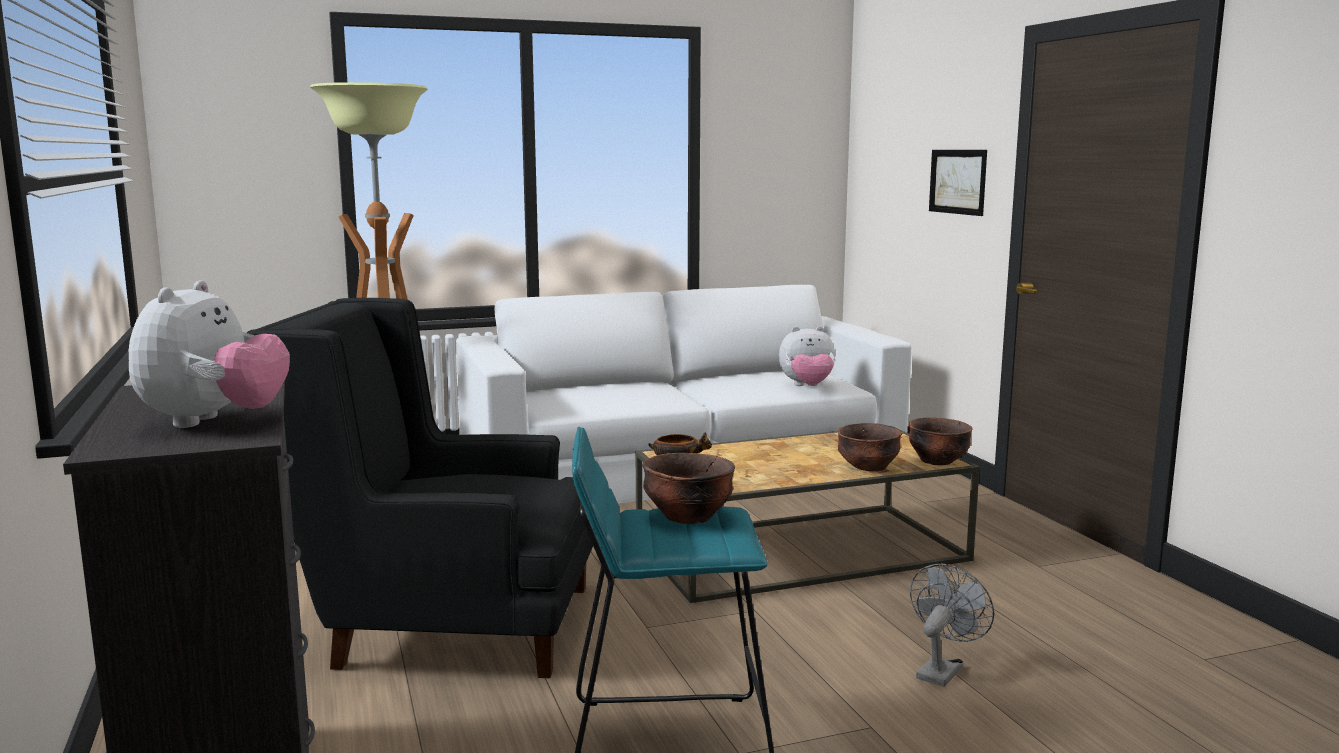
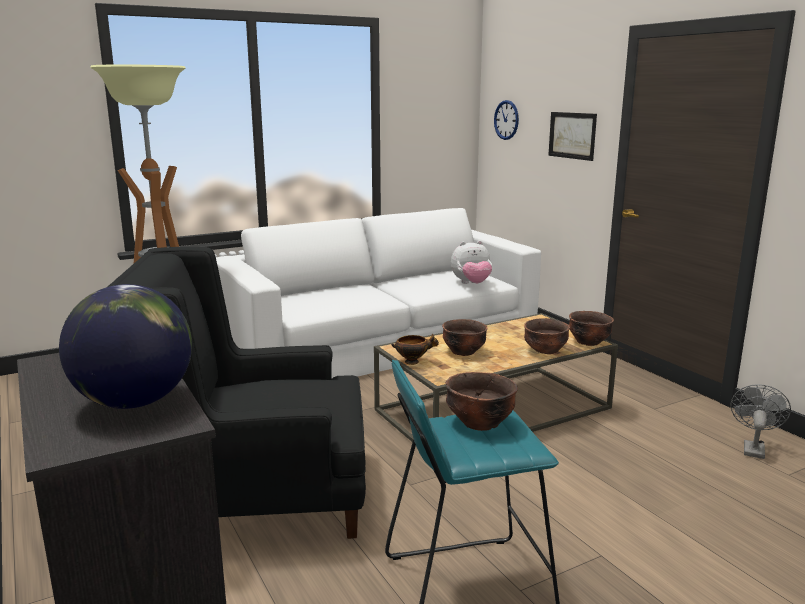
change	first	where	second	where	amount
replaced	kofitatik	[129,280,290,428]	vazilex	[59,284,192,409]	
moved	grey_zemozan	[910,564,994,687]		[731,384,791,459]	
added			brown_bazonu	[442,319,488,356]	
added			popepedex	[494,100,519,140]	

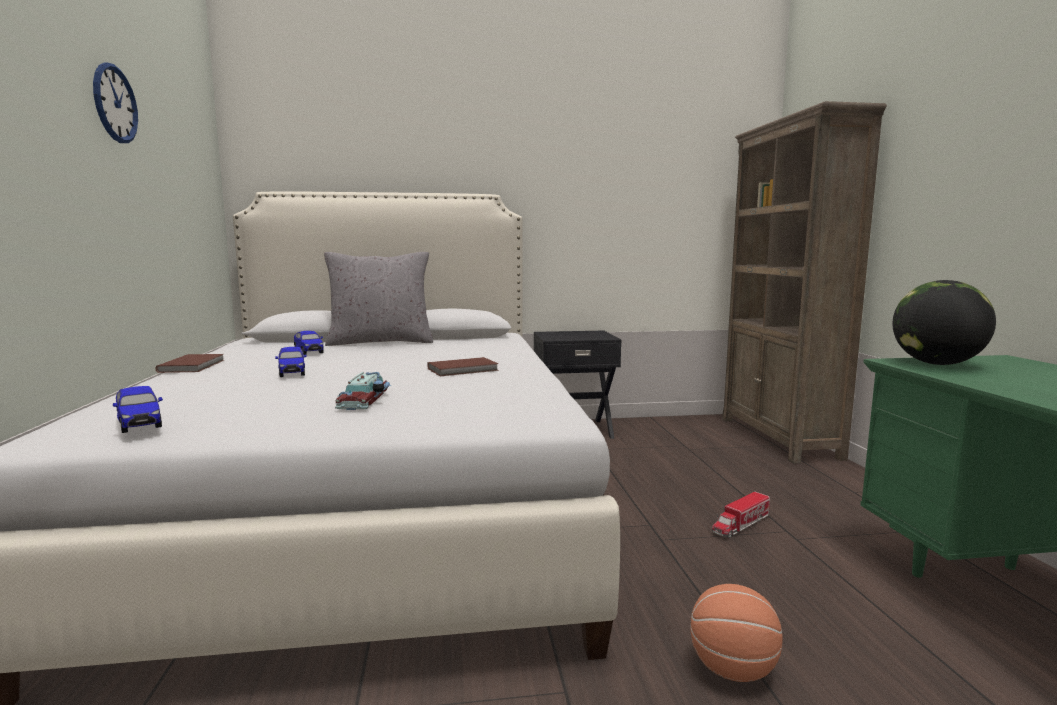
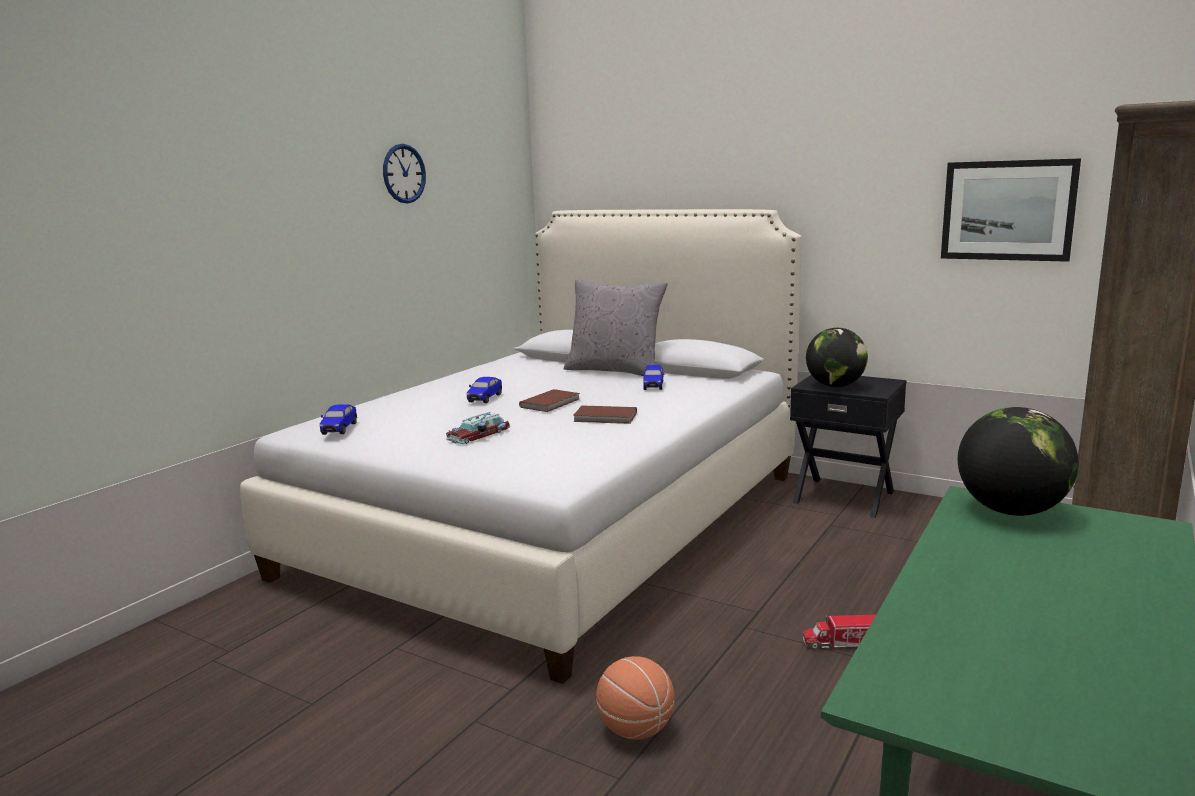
change	first	where	second	where	amount
moved	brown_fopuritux	[156,354,224,373]		[519,389,580,412]	
moved	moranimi	[294,331,324,355]		[641,365,664,390]	
added			vazilex	[806,328,868,387]	
added			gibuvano	[941,158,1081,262]	

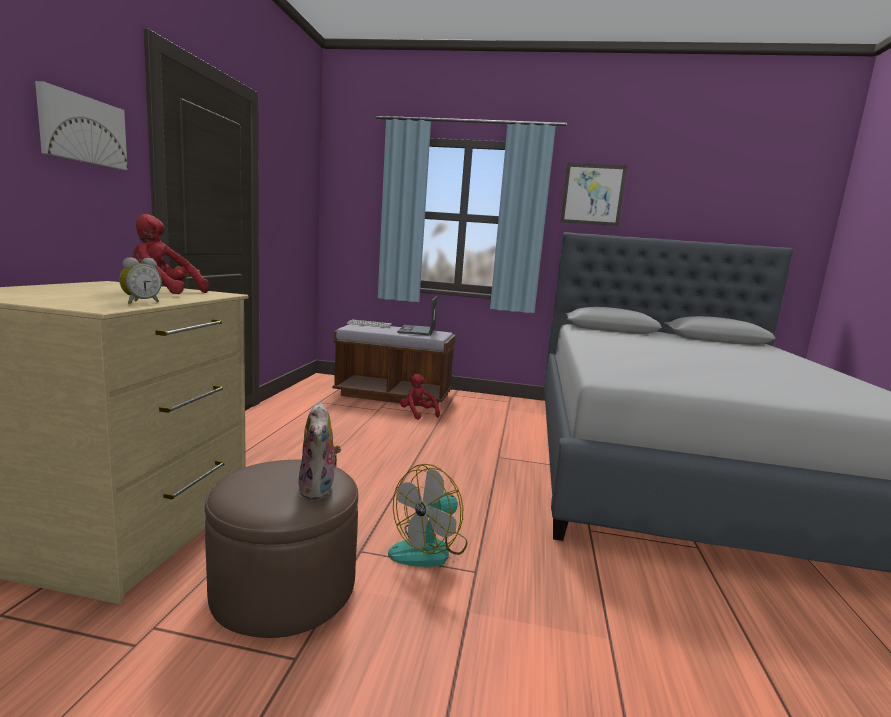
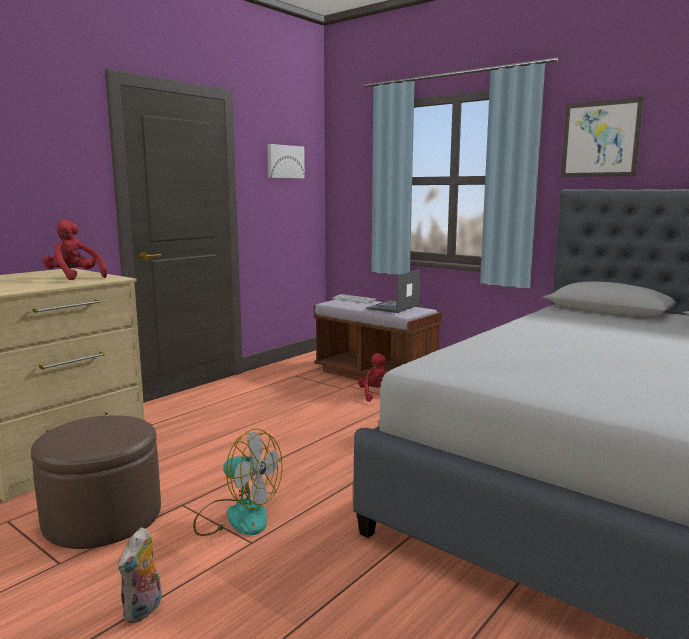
change	first	where	second	where	amount
moved	gibuvano	[35,81,128,170]		[267,144,305,178]	
removed	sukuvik	[119,257,162,304]			
moved	kofitatik	[298,401,341,500]		[118,527,162,623]	
turned	zemozan	[388,464,468,567]		[193,429,282,536]	135 degrees counterclockwise

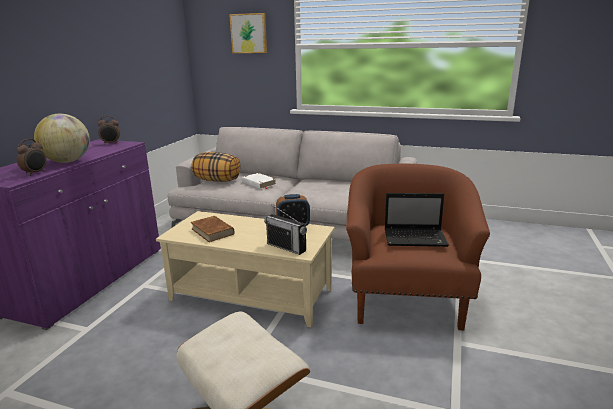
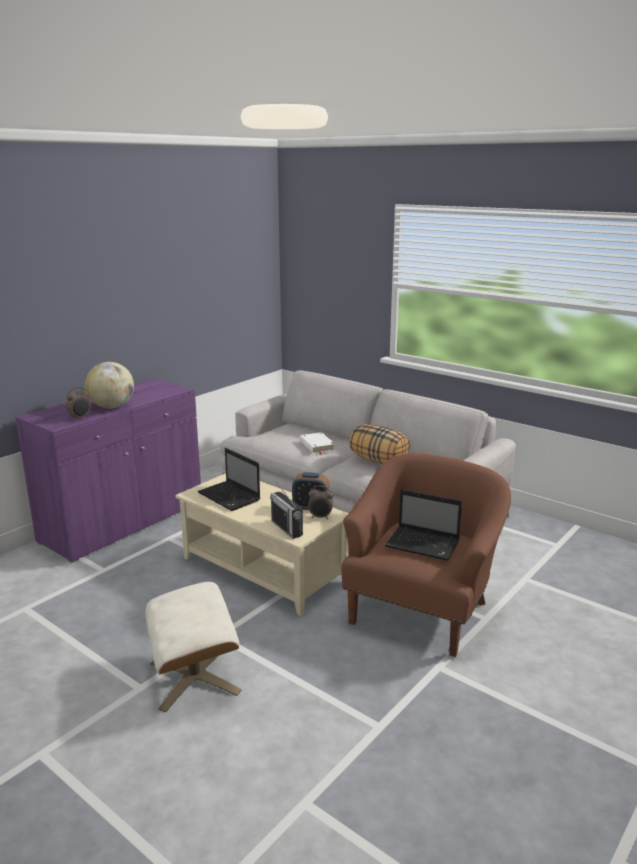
change	first	where	second	where	amount
moved	sukuvik	[98,116,120,144]		[308,486,333,519]	
replaced	brown_fopuritux	[191,216,234,242]	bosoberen	[197,448,260,511]	
moved	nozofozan	[192,152,240,182]		[349,424,410,464]	
removed	gibuvano	[229,13,267,53]			

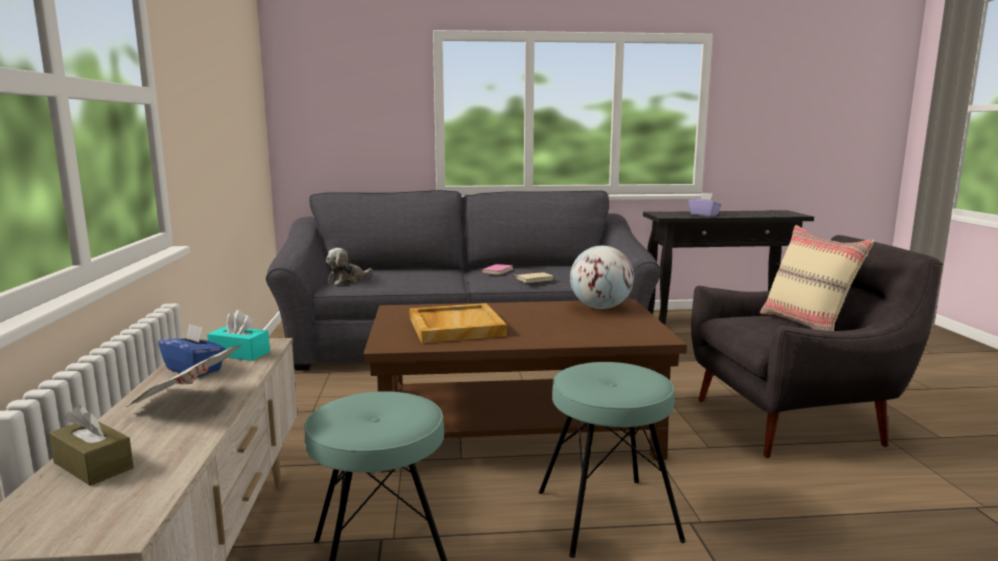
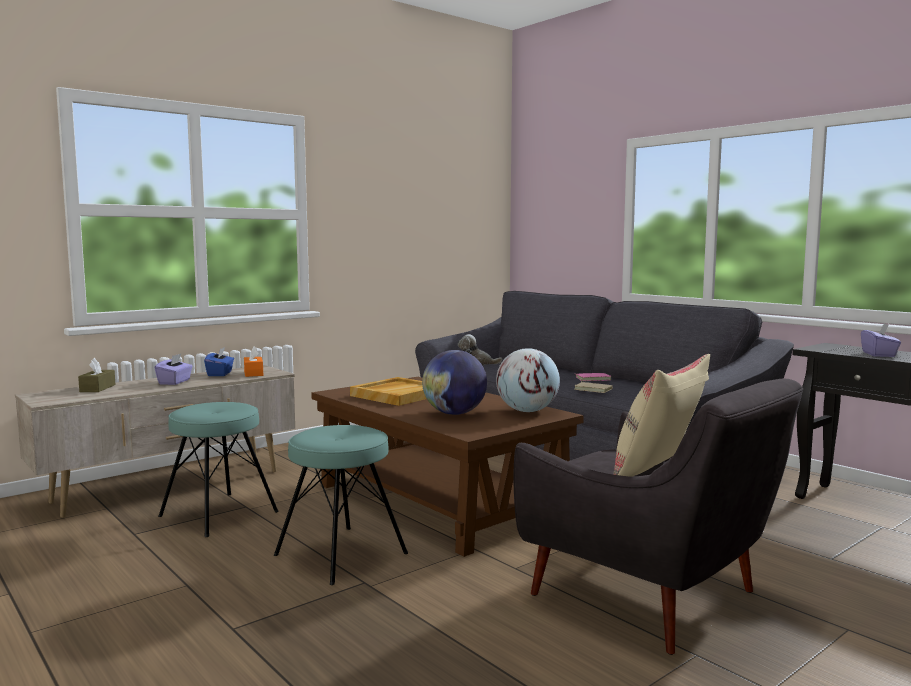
change	first	where	second	where	amount
replaced	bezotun	[126,345,242,407]	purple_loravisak	[155,353,193,385]	
recoloured	turquoise_loravisak	[207,310,270,361]	orange_loravisak	[244,346,263,377]	
added			vazilex	[422,350,487,415]	

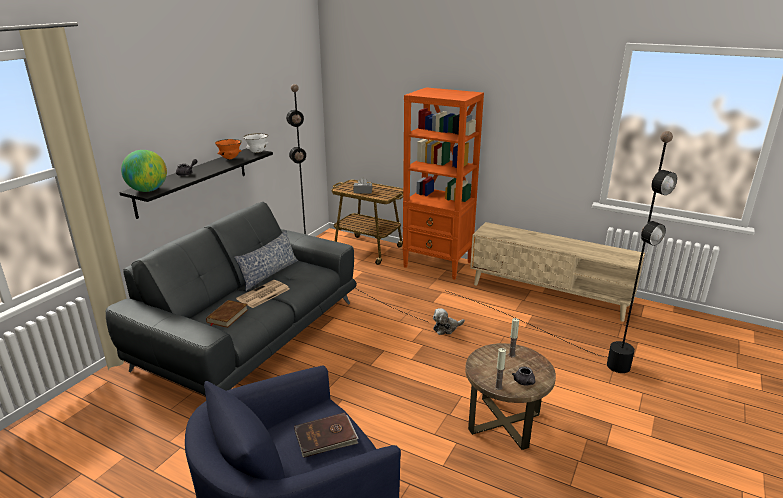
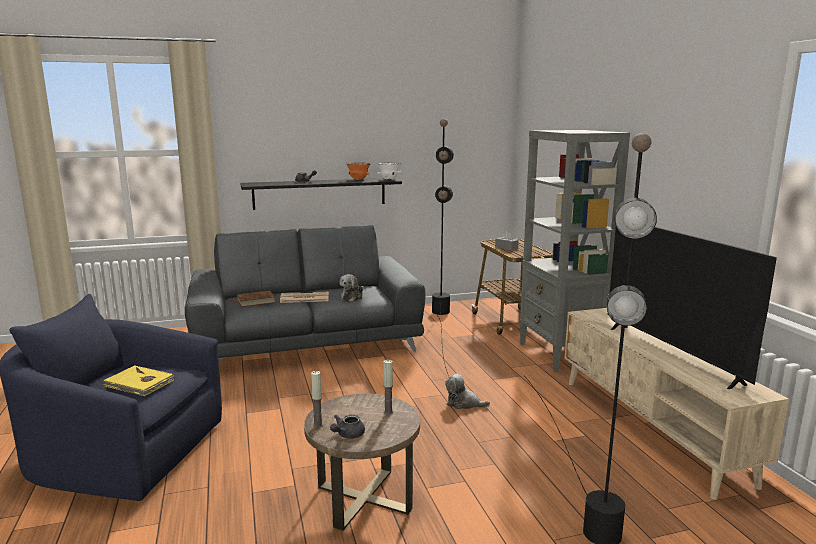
change	first	where	second	where	amount
removed	vazilex	[121,150,167,192]			
removed	nozofozan	[234,230,298,291]			
recoloured	brown_fopuritux	[294,413,359,458]	yellow_fopuritux	[103,365,174,396]	
recoloured	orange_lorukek	[402,87,484,280]	grey_lorukek	[519,130,630,372]	
added			kofitatik	[340,274,364,302]	
added			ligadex	[610,227,777,389]	

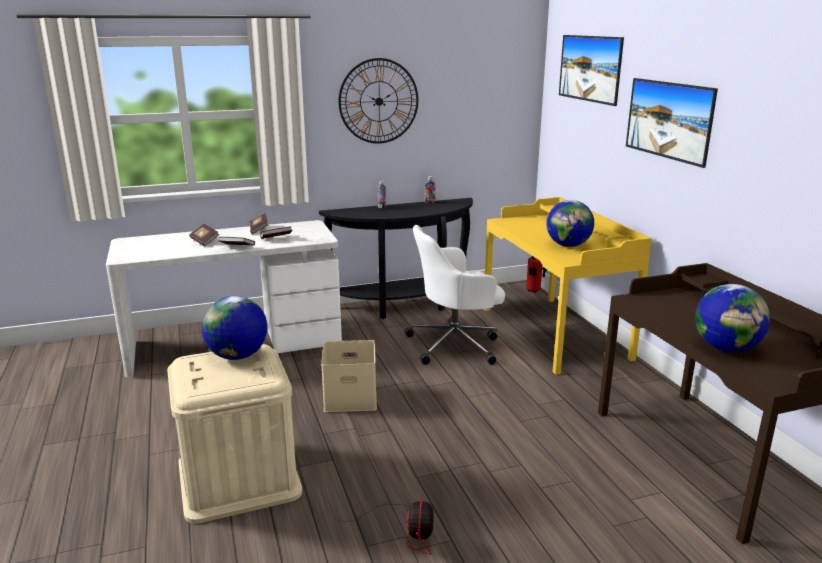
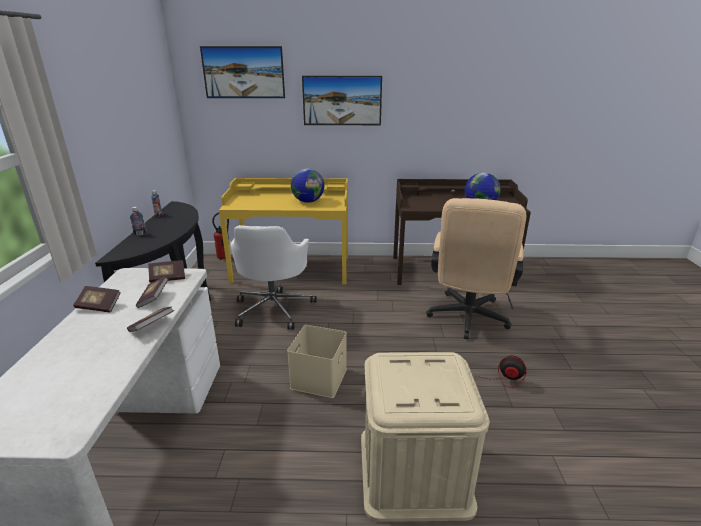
change	first	where	second	where	amount
moved	fopuritux	[189,224,219,246]		[148,260,185,283]	
removed	vazilex	[202,296,268,360]			
removed	popepedex	[338,58,419,144]			
added			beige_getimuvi	[426,198,526,340]	

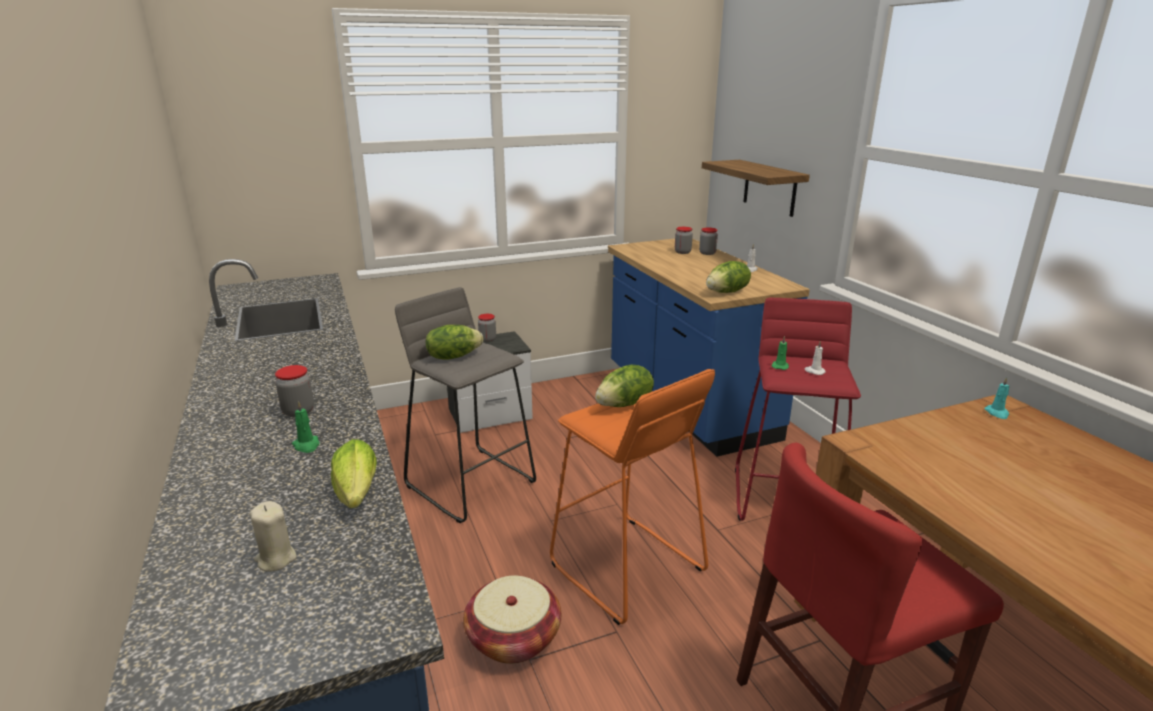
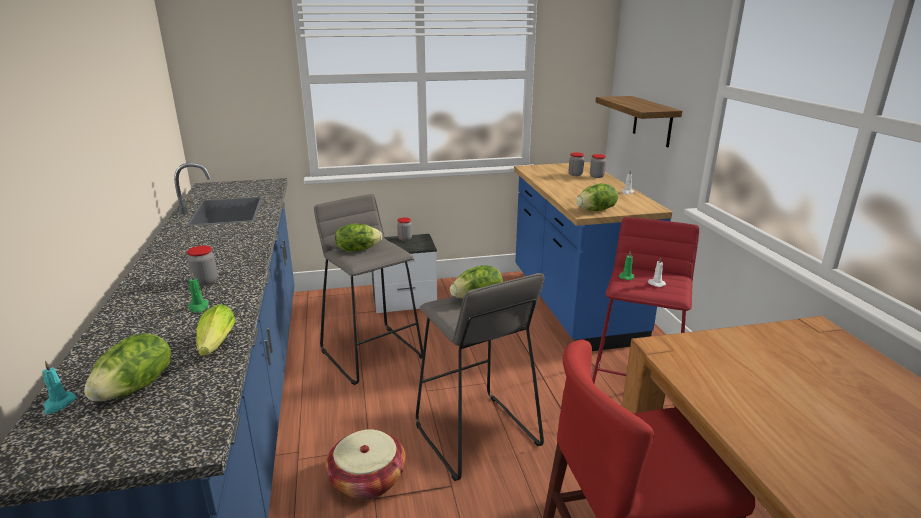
change	first	where	second	where	amount
replaced	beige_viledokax	[250,501,297,572]	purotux	[84,333,171,401]	
recoloured	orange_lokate	[550,369,715,625]	grey_lokate	[416,273,544,481]	
moved	turquoise_viledokax	[984,377,1009,419]		[43,361,76,414]	

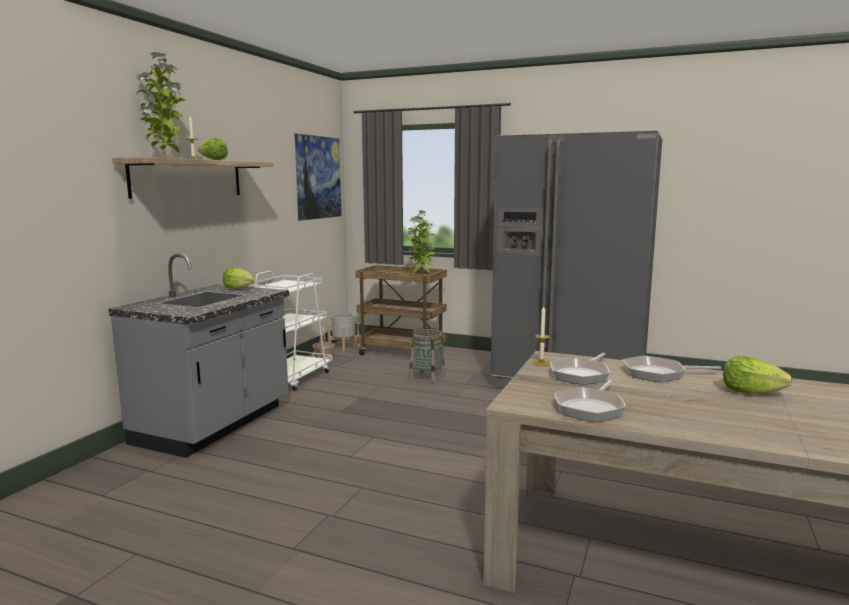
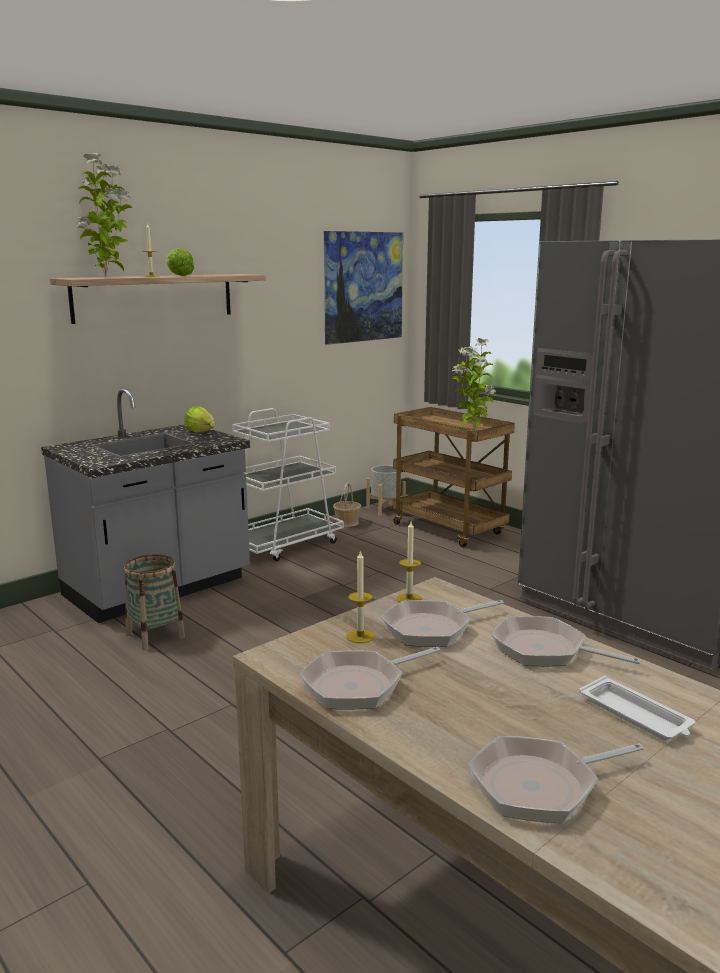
change	first	where	second	where	amount
moved	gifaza	[410,328,445,384]		[124,554,185,650]	
replaced	purotux	[723,356,792,394]	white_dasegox	[579,676,695,740]	
added			viledokax	[346,550,374,643]	
added			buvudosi	[468,736,644,823]	

